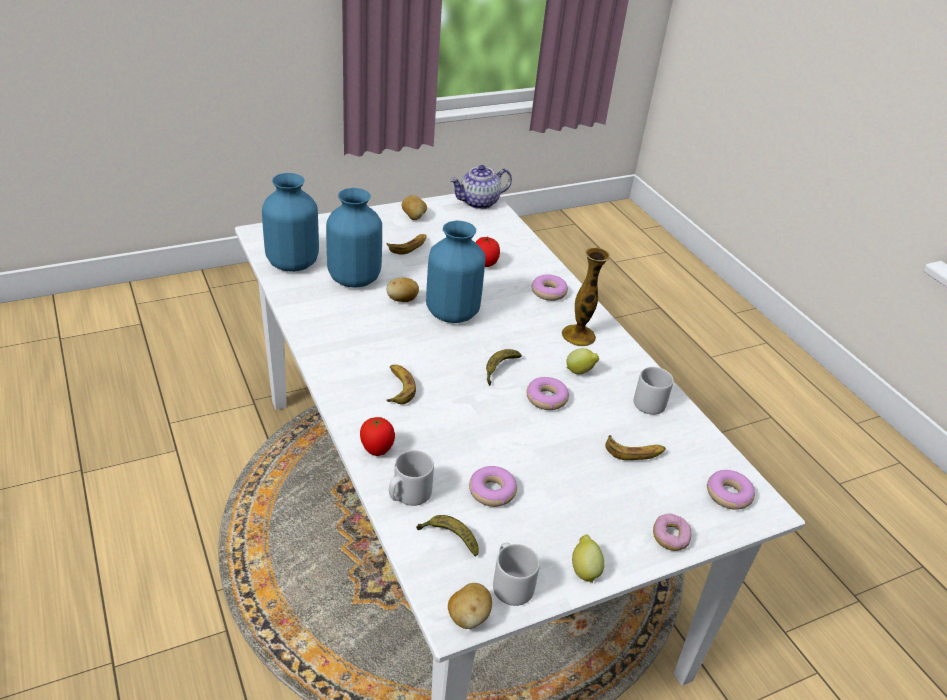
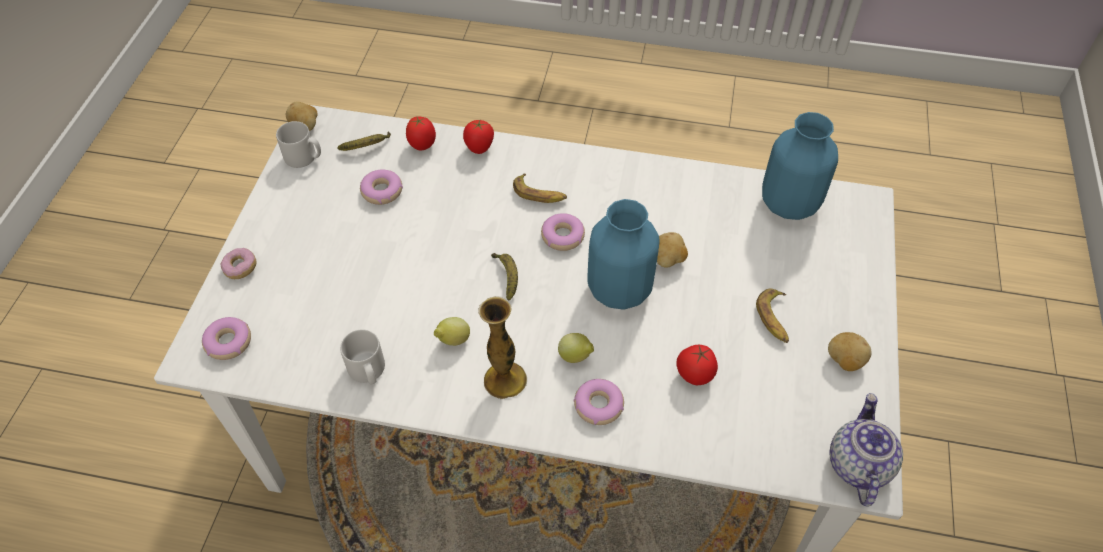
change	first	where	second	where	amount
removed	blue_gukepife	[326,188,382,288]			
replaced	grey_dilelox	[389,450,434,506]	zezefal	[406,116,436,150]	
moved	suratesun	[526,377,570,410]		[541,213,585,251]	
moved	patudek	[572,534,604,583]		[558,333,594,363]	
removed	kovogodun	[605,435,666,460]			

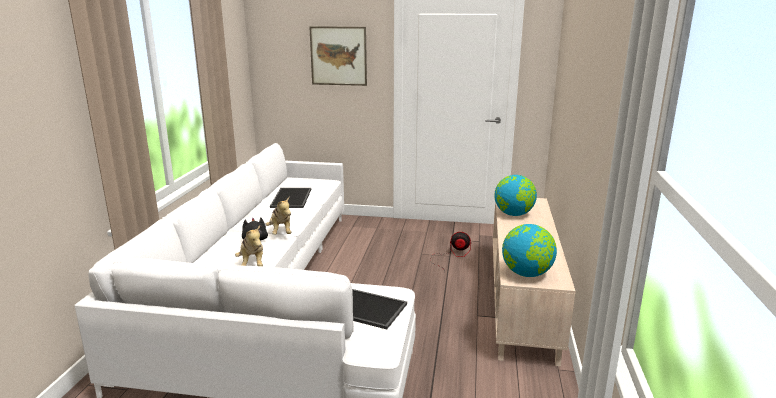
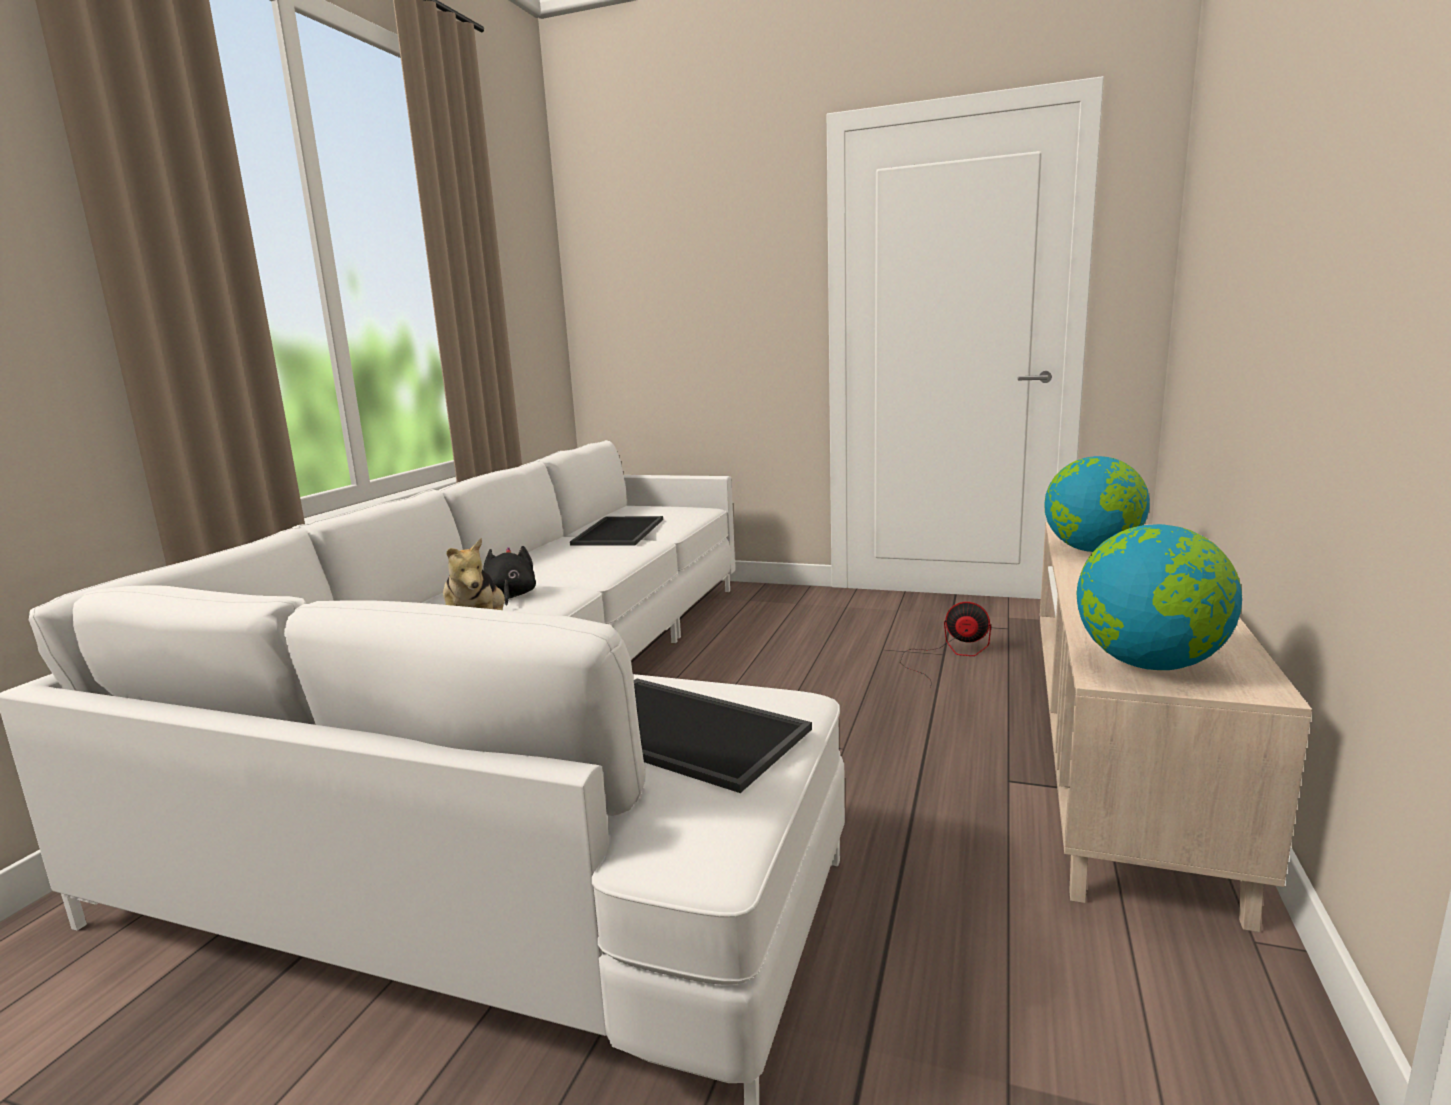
change	first	where	second	where	amount
removed	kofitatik	[266,197,291,235]			
removed	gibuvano	[309,26,367,86]			

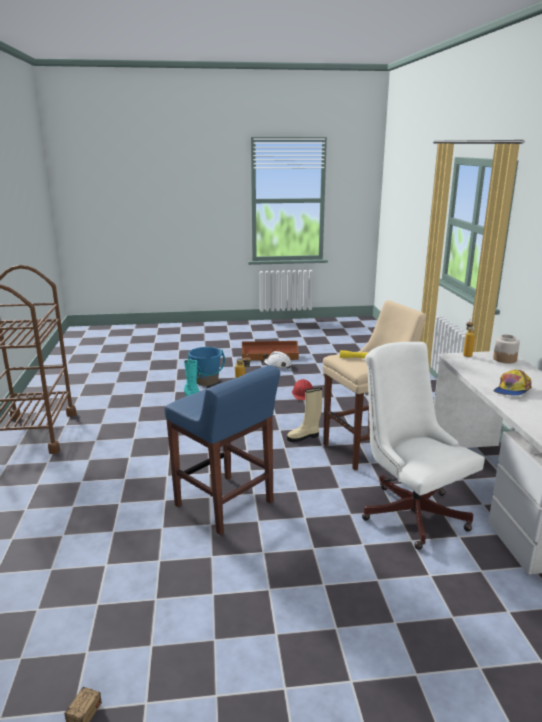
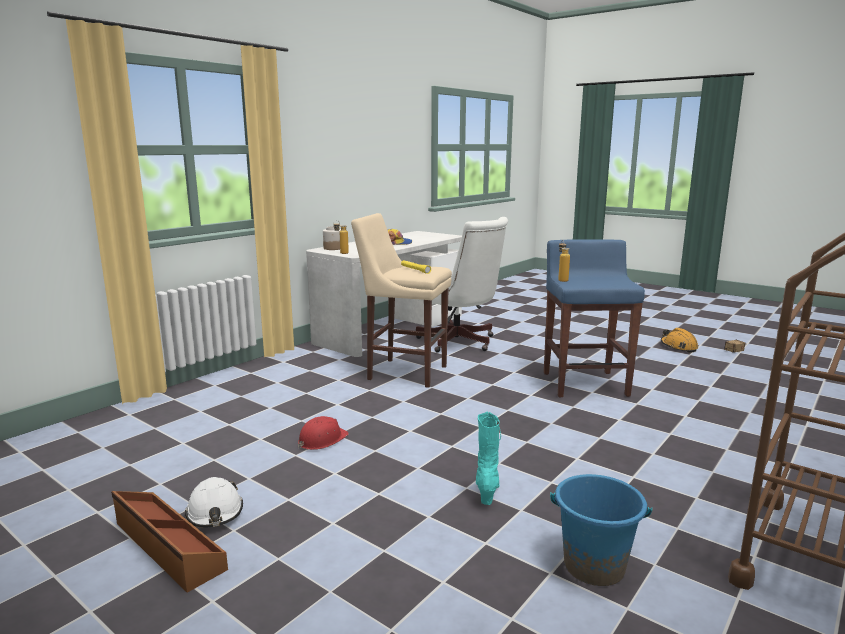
change	first	where	second	where	amount
moved	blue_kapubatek	[187,347,225,386]		[550,474,652,586]	
removed	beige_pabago	[287,388,322,442]			
turned	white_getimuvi	[362,342,485,550]		[415,217,508,352]	60 degrees counterclockwise
added			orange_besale	[661,328,698,353]	

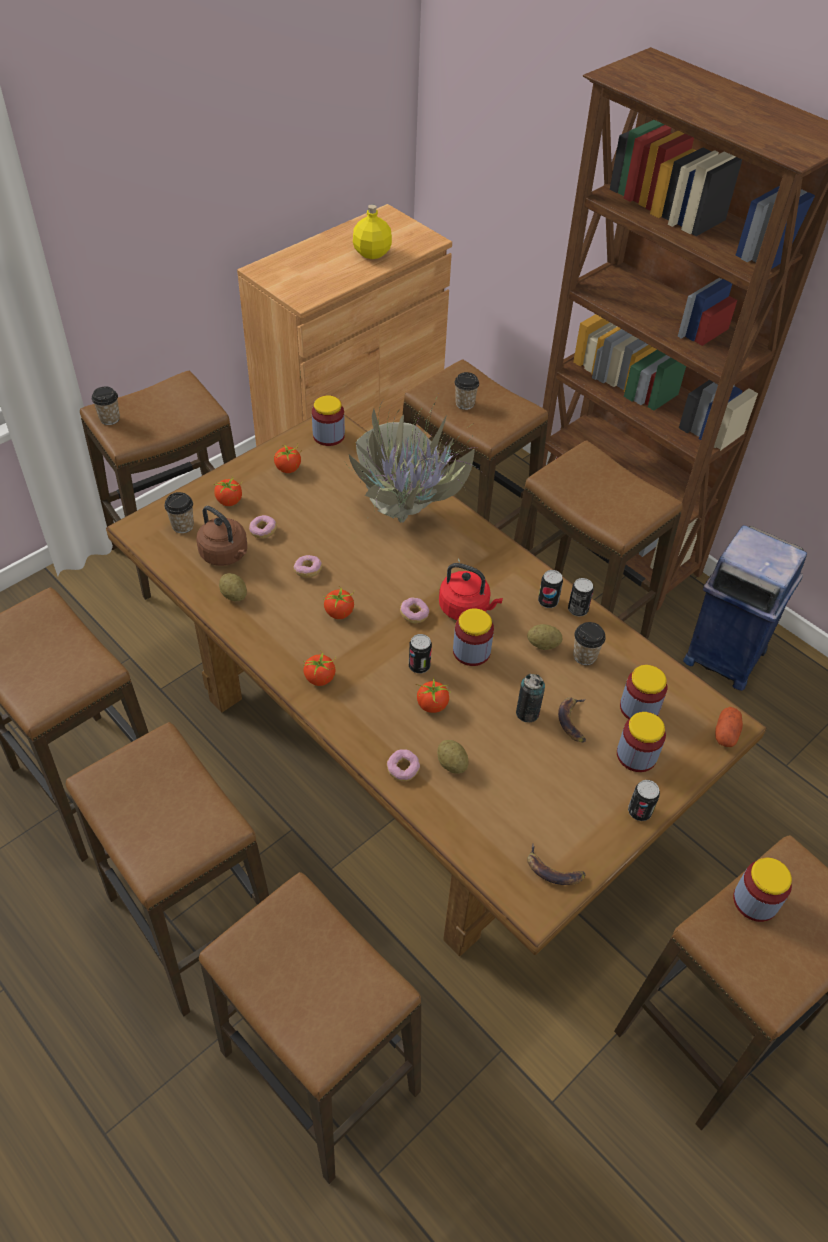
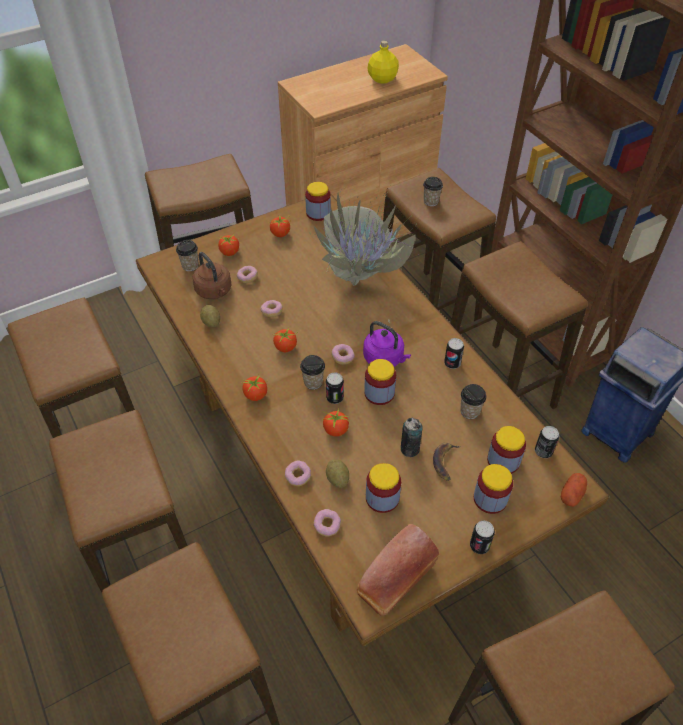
change	first	where	second	where	amount
moved	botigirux	[92,387,120,425]		[300,355,325,389]	
recoloured	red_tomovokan	[439,563,503,620]	purple_tomovokan	[363,321,411,367]	
removed	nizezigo	[527,624,562,650]			
replaced	kovogodun	[527,844,586,885]	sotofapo	[357,524,439,616]	
moved	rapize	[568,578,594,616]		[535,426,559,458]	
moved	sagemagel	[733,858,792,922]		[366,463,401,513]	
added			suratesun	[313,509,341,537]	

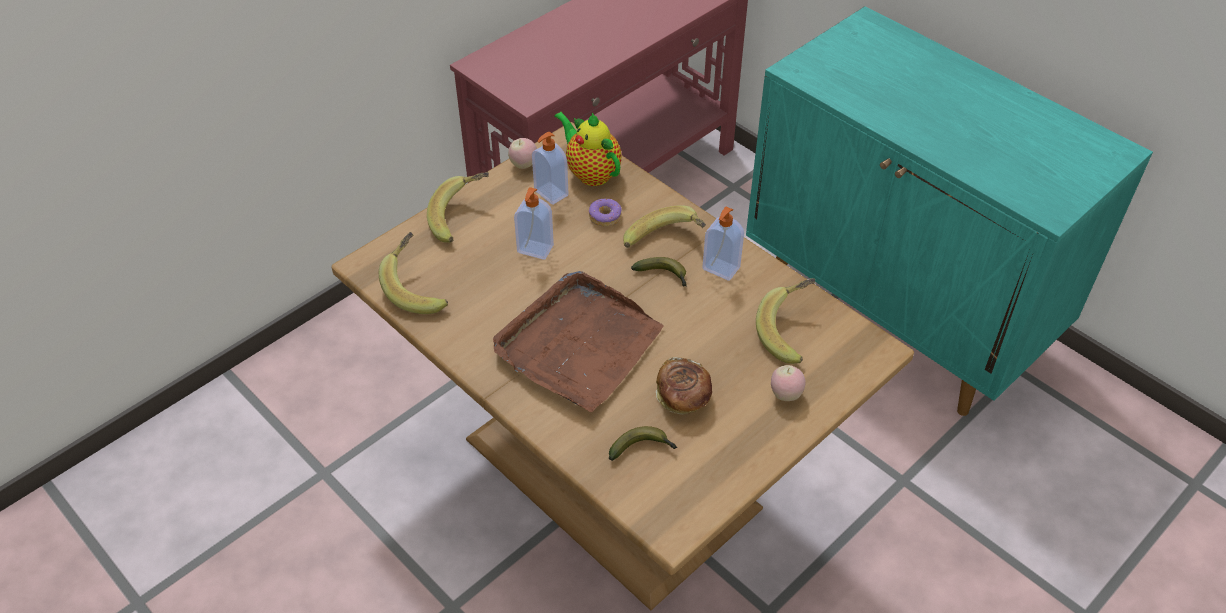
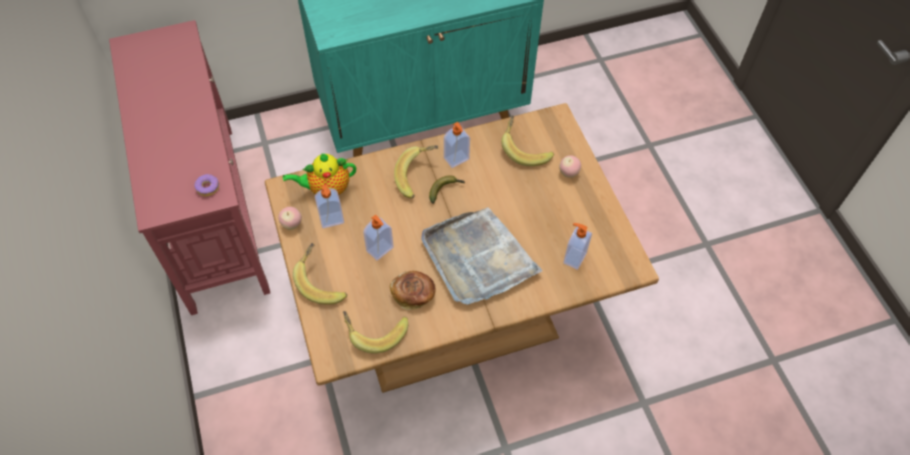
change	first	where	second	where	amount
recoloured	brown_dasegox	[493,271,664,412]	grey_dasegox	[421,207,543,305]	
moved	suratesun	[589,198,622,227]		[194,174,219,197]	
replaced	kovogodun	[609,426,677,461]	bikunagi	[563,223,592,270]	
moved	sotofapo	[656,357,712,415]		[390,271,436,310]	

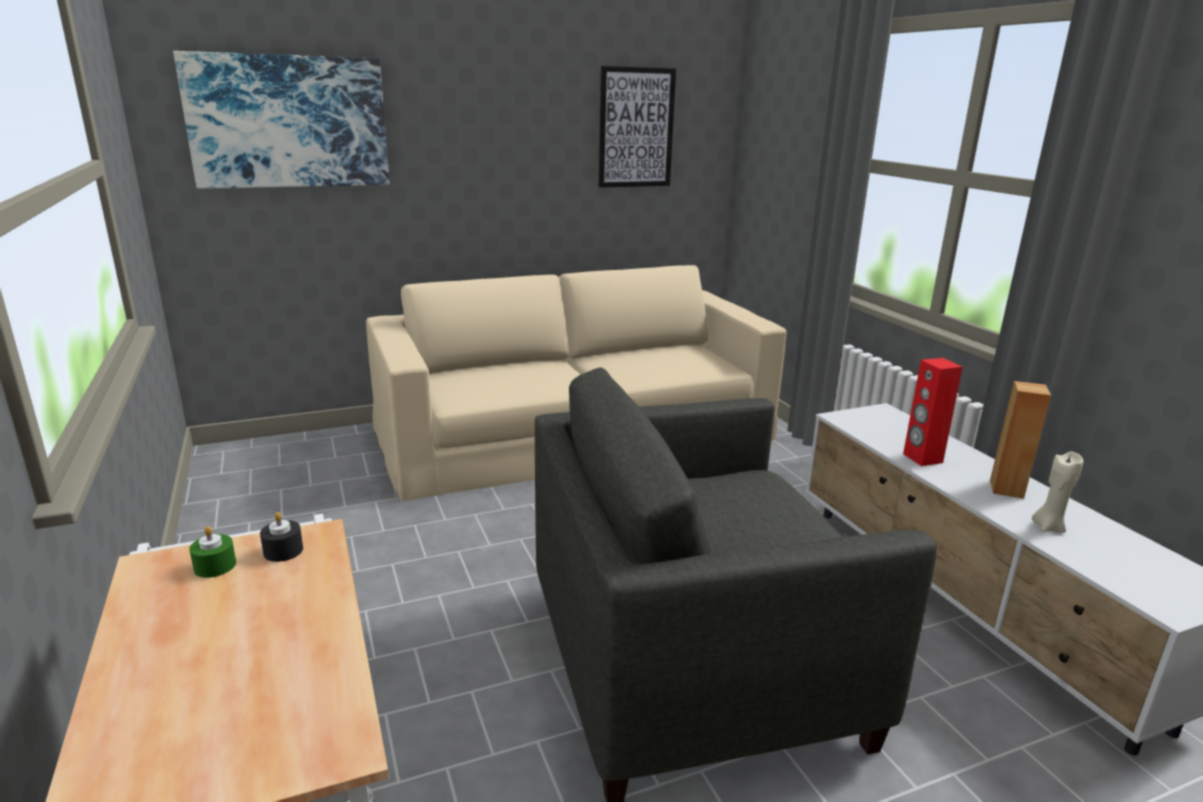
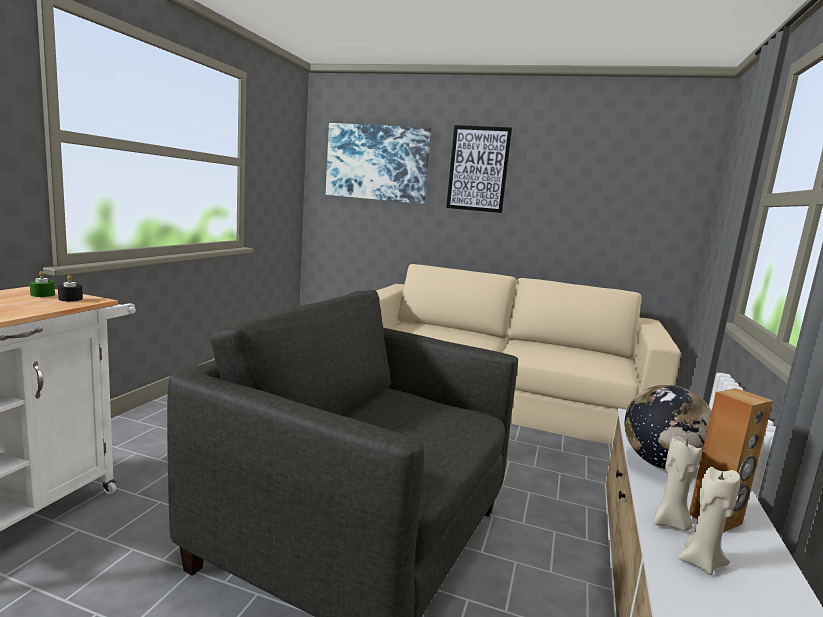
change	first	where	second	where	amount
moved	gibuvano	[599,66,676,188]		[446,125,512,213]	
replaced	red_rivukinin	[903,358,963,466]	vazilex	[625,385,712,469]	
added			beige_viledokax	[654,436,702,531]	

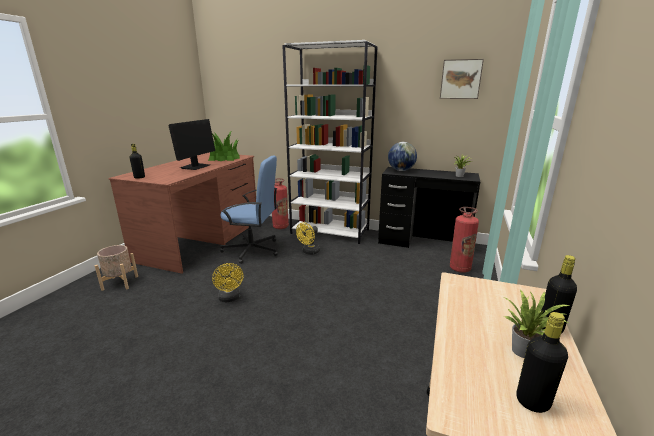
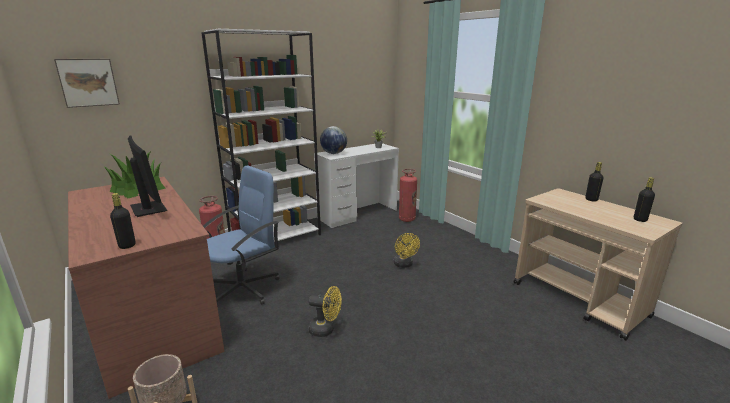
change	first	where	second	where	amount
moved	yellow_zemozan	[296,222,320,255]		[394,233,420,268]	
recoloured	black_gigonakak	[378,167,480,248]	white_gigonakak	[314,143,399,228]	
moved	gibuvano	[440,59,484,99]		[54,59,120,108]	
removed	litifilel	[504,290,570,358]			

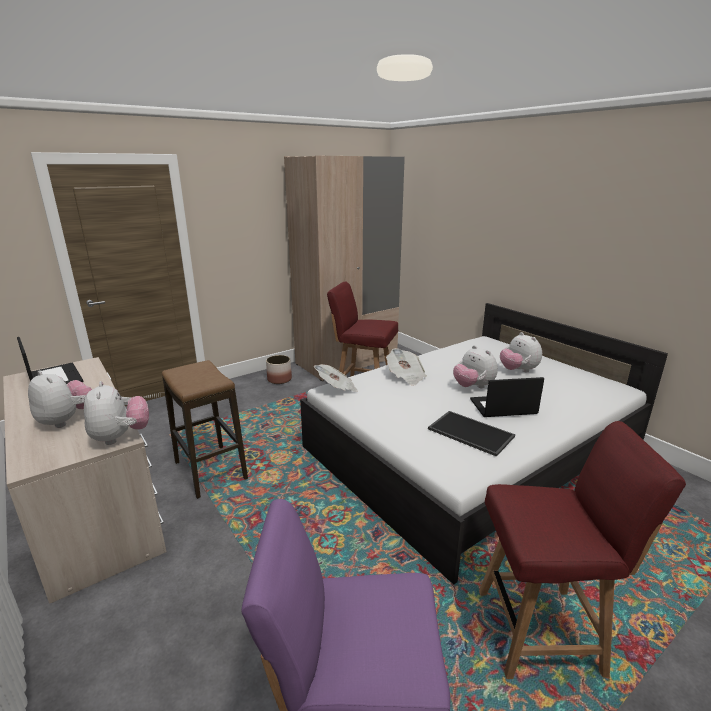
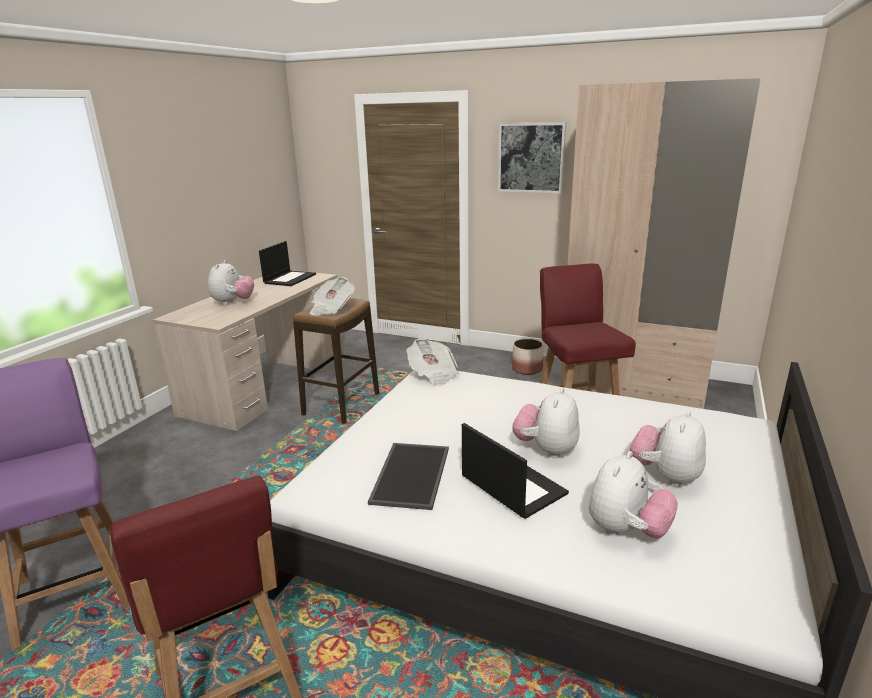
change	first	where	second	where	amount
moved	kofitatik	[84,381,149,445]		[589,451,678,538]	
moved	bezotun	[386,348,427,386]		[310,277,355,316]	
added			gibuvano	[498,122,566,193]	

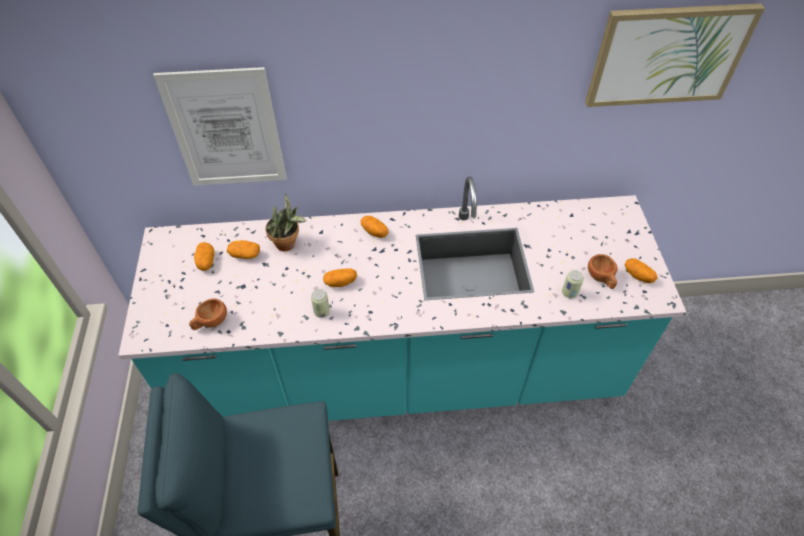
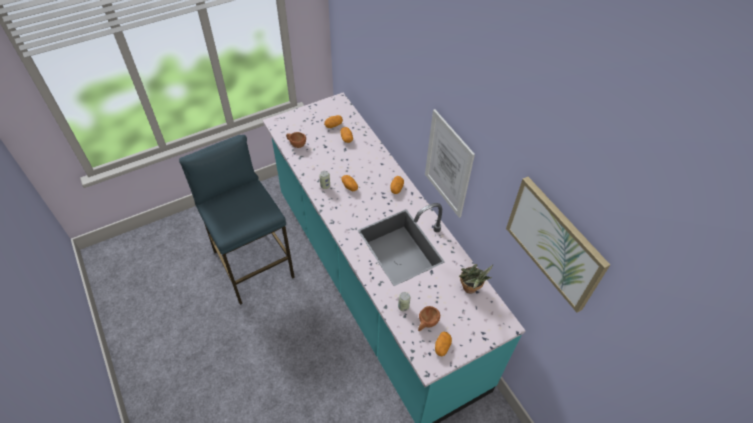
change	first	where	second	where	amount
moved	gibuvano	[153,67,287,186]		[425,109,475,218]	
moved	litifilel	[266,194,307,251]		[459,264,493,293]	

